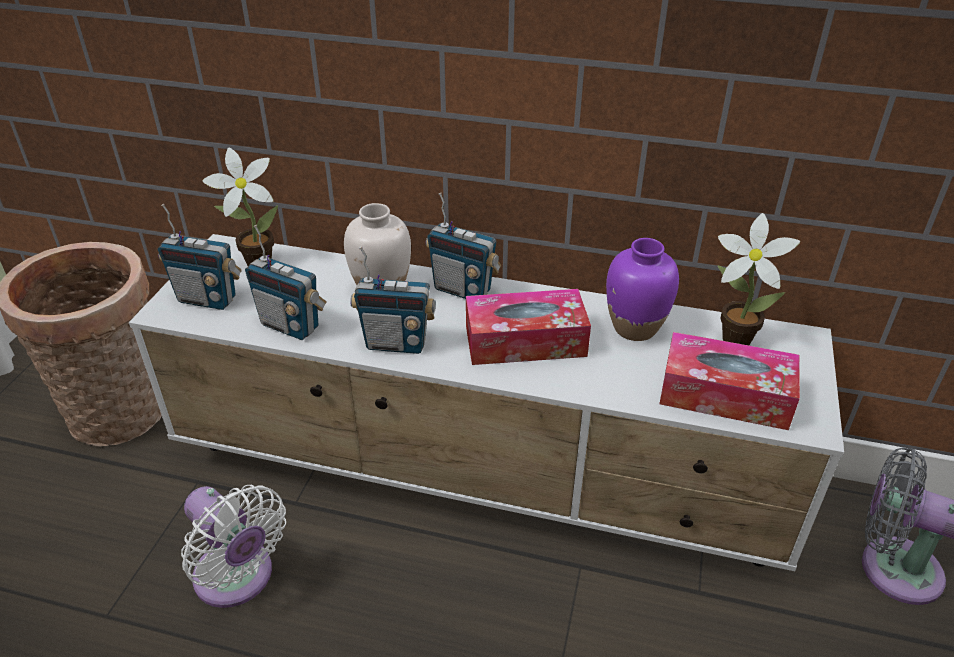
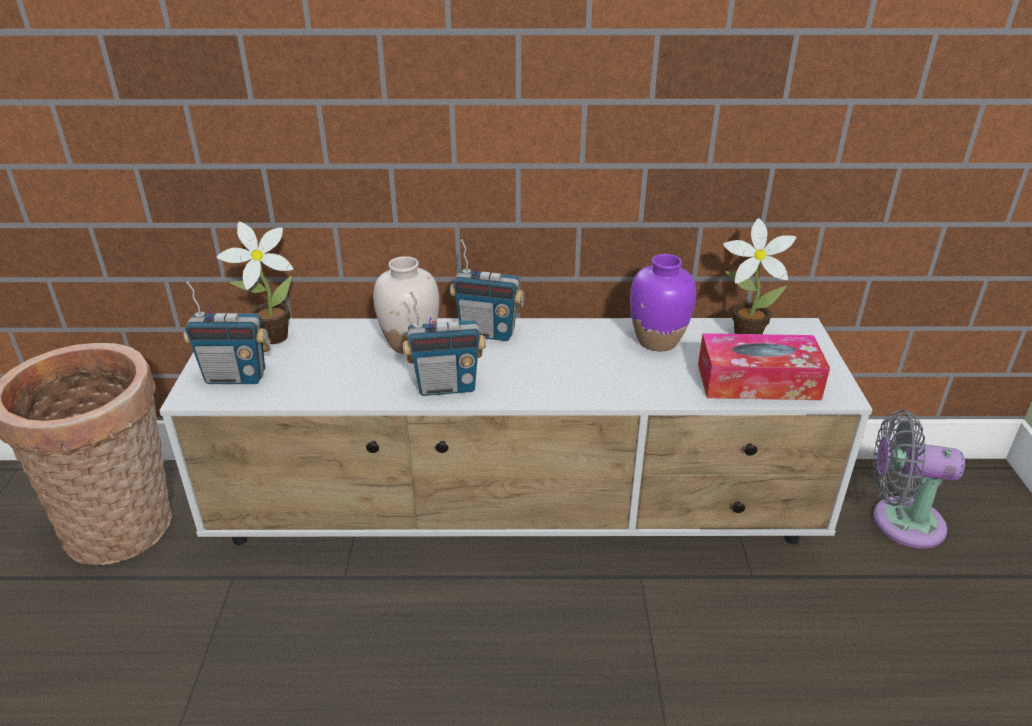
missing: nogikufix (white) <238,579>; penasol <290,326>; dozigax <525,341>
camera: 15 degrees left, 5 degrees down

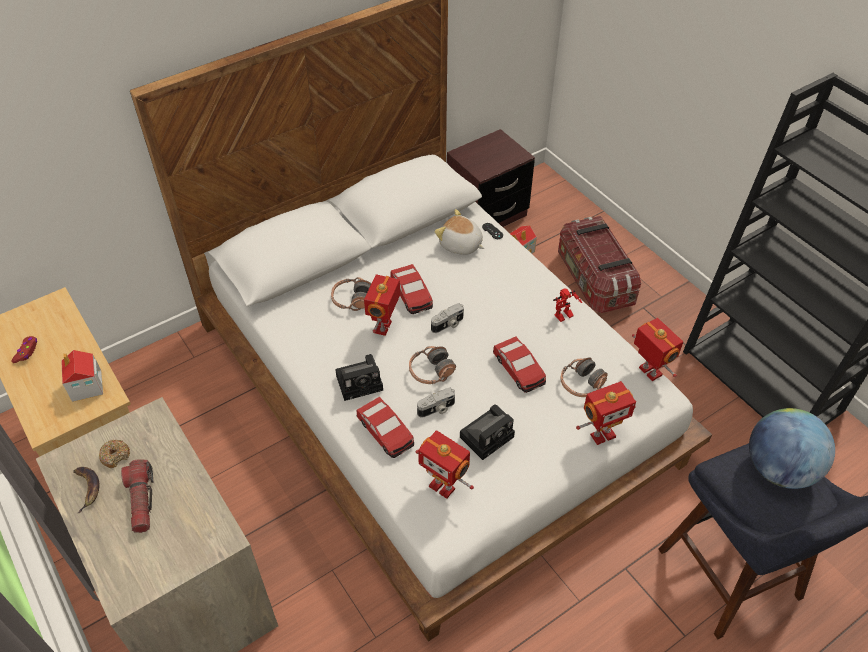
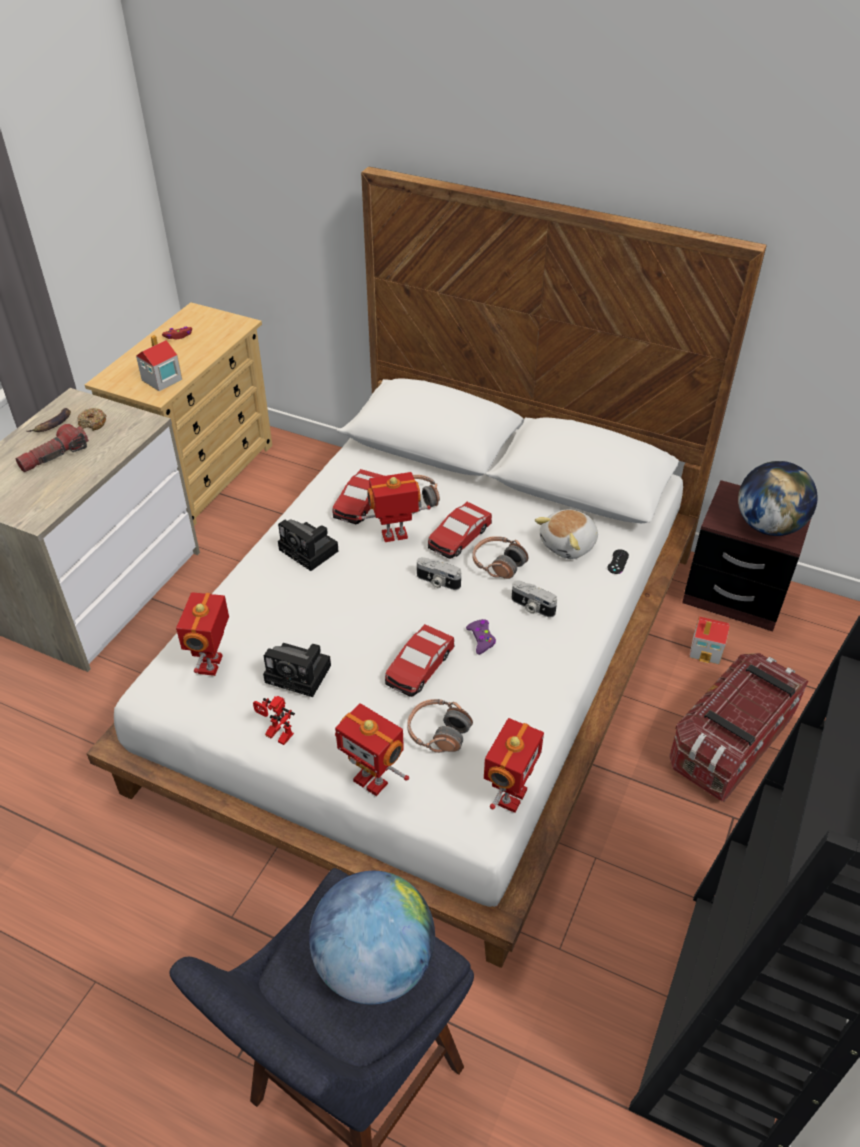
appeared: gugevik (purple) <481,639>; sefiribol <768,526>
relocated: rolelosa <385,432> to <360,503>; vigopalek <431,371> to <498,564>; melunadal <437,409> to <531,607>; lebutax <564,317> to <275,736>
spun: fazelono <460,245> = <569,545> 135 degrees counterclockwise
camera: 60 degrees right, 5 degrees down

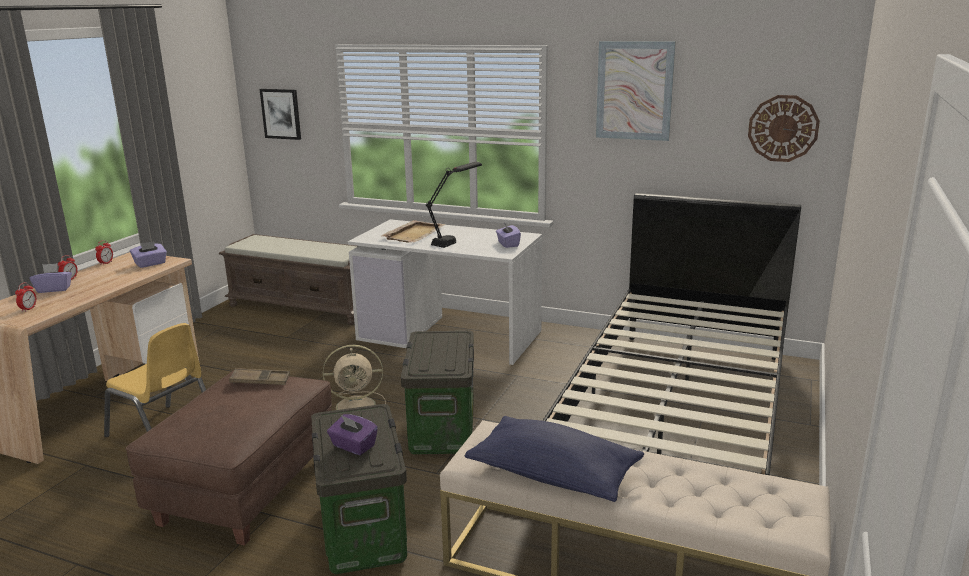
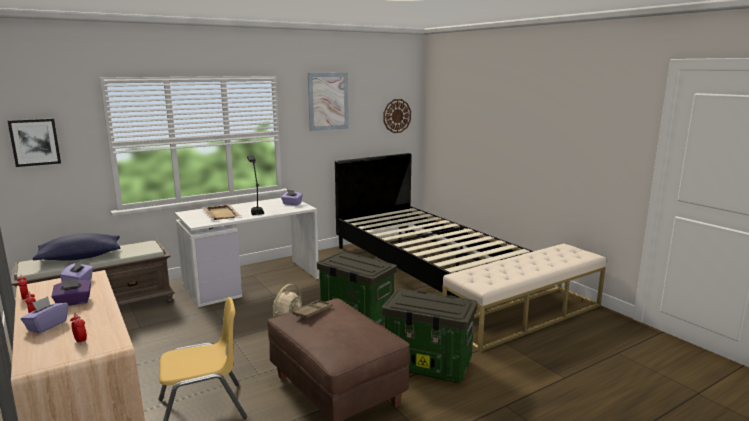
relocated: dozigax (purple) <353,446> to <73,302>; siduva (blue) <554,475> to <80,257>
camera: 55 degrees left, 5 degrees down

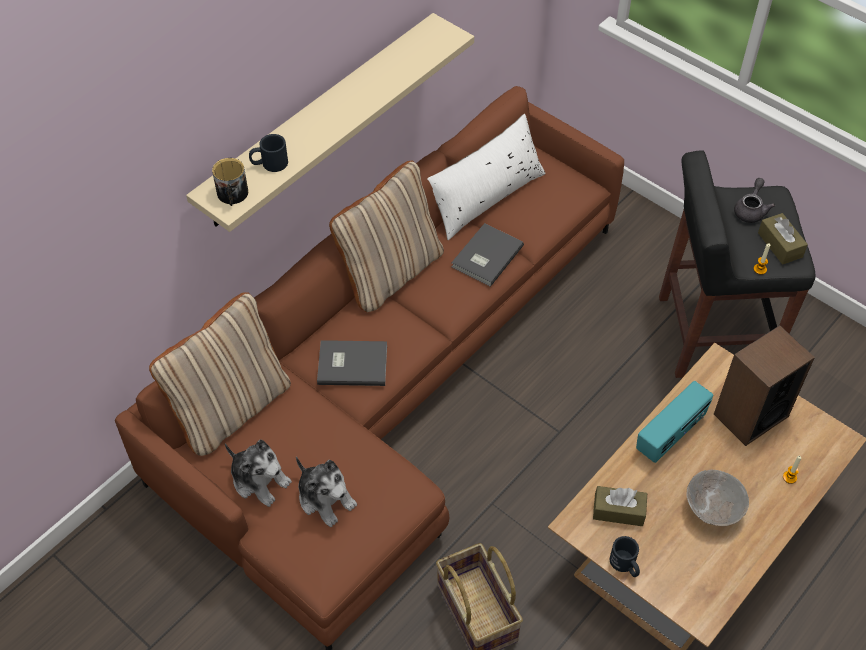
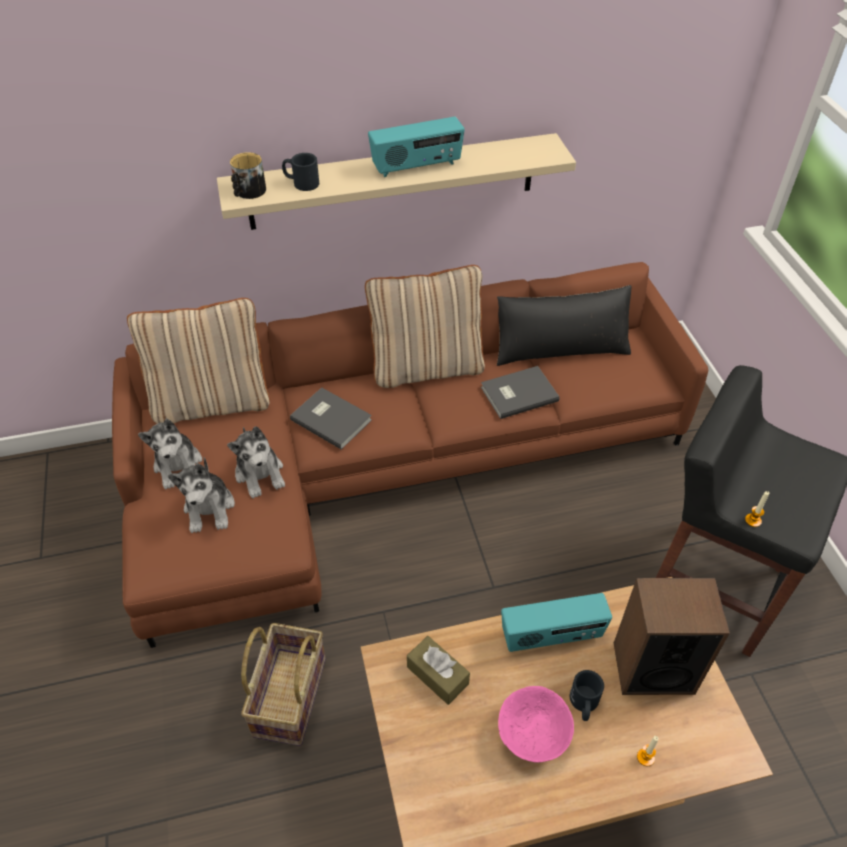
missing: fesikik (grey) <751,210>; dozigax (brown) <780,245>
appeared: fazelono <260,473>; penasol <417,167>
relocated: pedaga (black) <625,565> to <584,704>
colour: siduva (white) <485,197> to siduva (black) <560,348>; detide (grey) <712,510> to detide (pink) <532,736>
camera: 35 degrees right, 5 degrees down

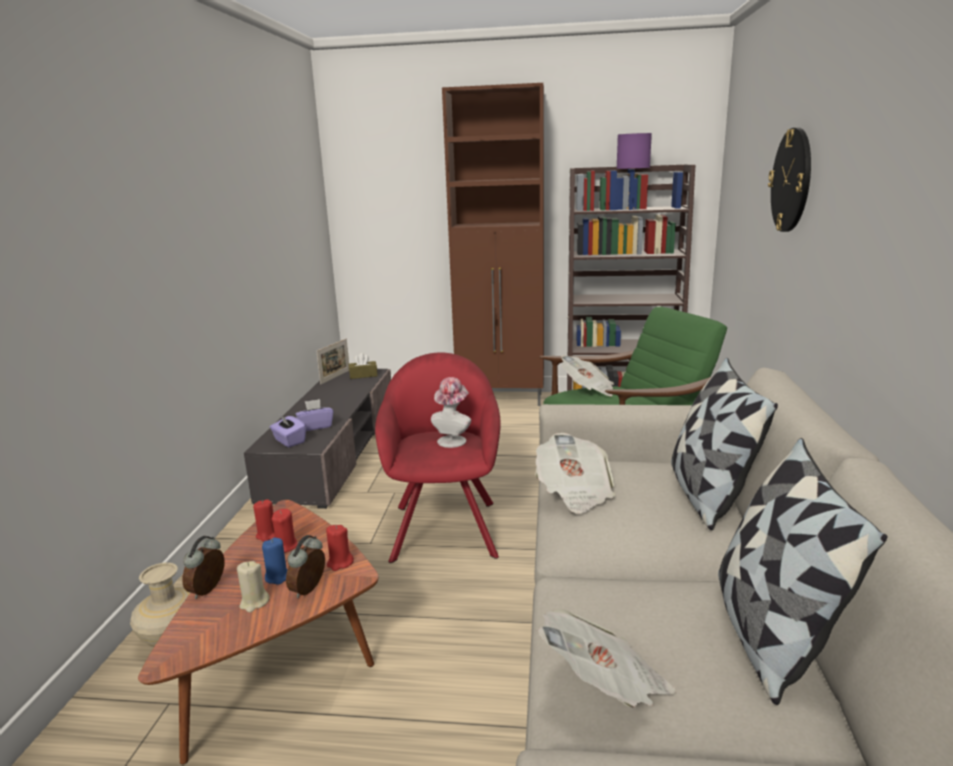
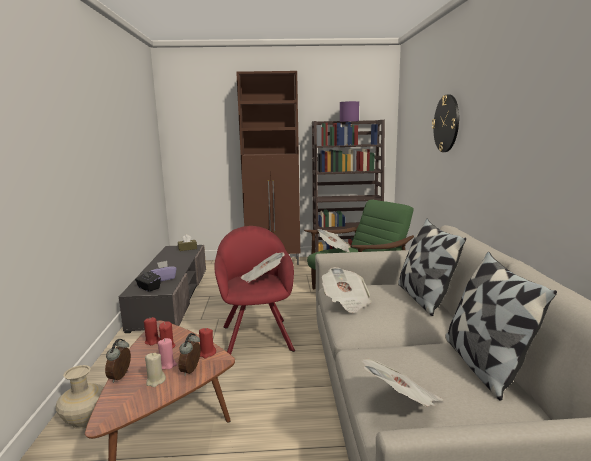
missing: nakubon <335,377>
exchanged: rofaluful <453,439> to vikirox <262,278>
colour: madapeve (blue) <278,577> to madapeve (pink) <167,365>; dozigax (purple) <289,441> to dozigax (black) <148,288>
camera: 10 degrees left, 5 degrees down

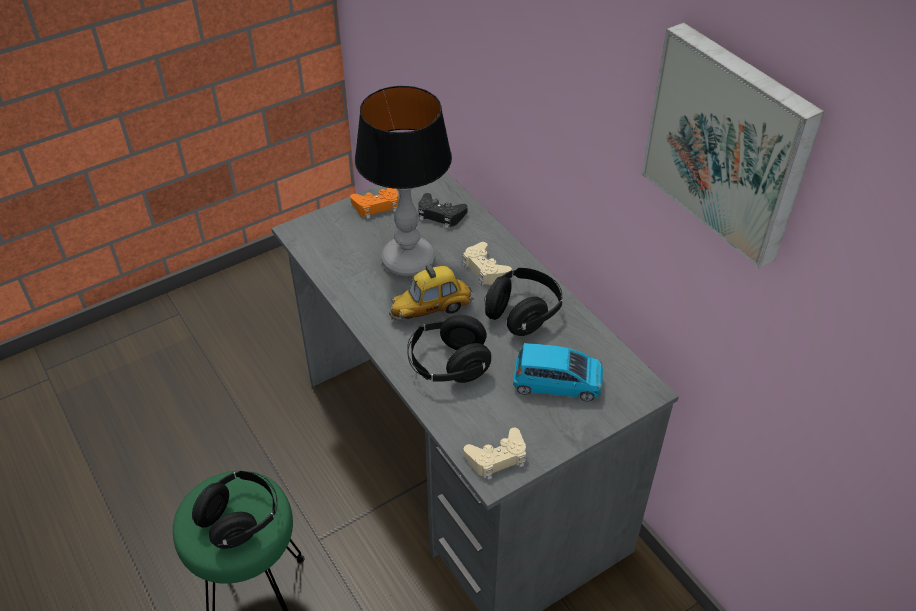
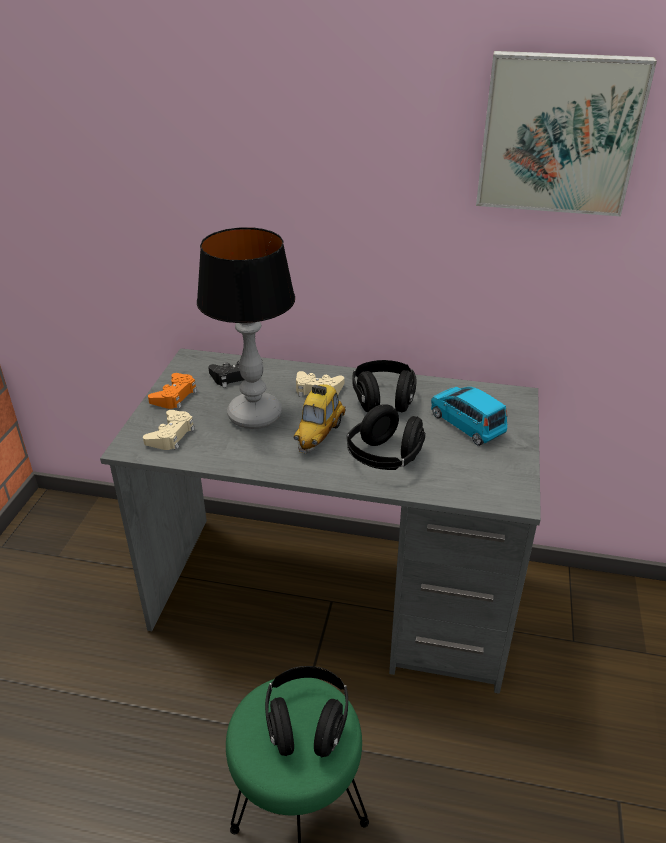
relocated: gugevik (beige) <497,458> to <171,435>
spun: rolelosa (blue) <557,383> = <466,424> 90 degrees counterclockwise
camera: 45 degrees left, 10 degrees down

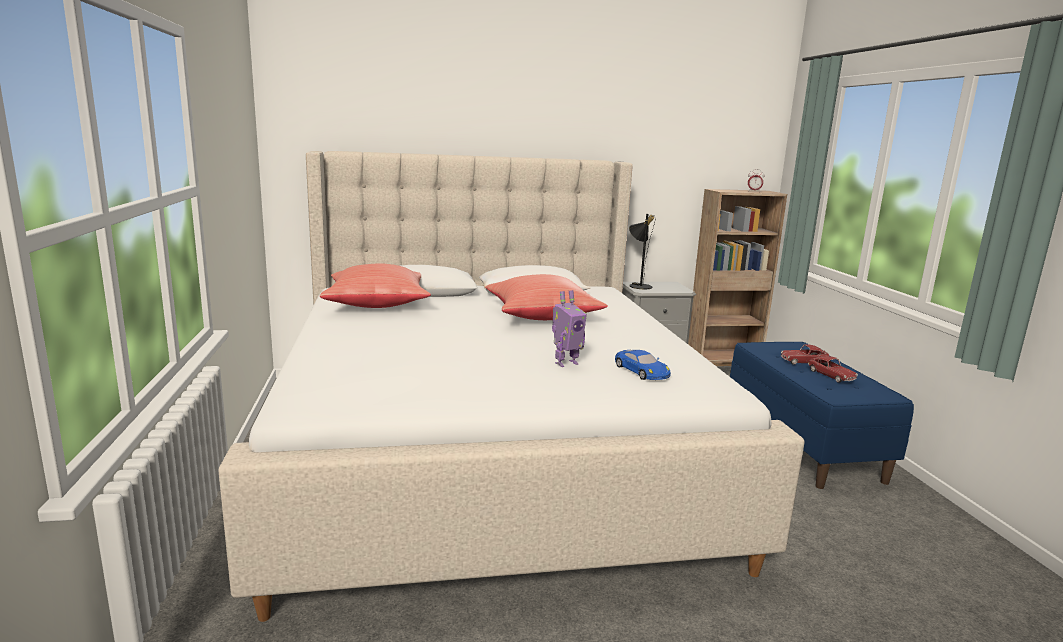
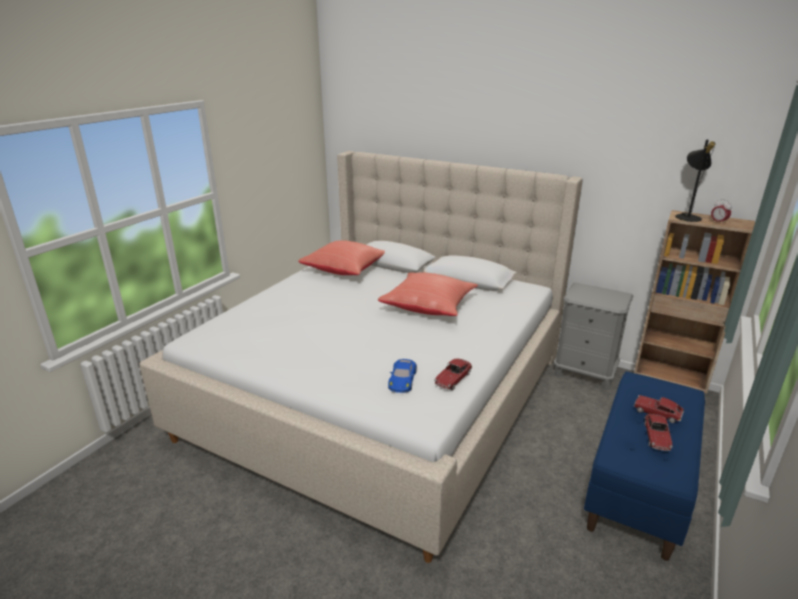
missing: lebutax <565,363>
appeared: rolelosa <453,379>
relocated: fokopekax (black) <638,285> to <687,216>
camera: 40 degrees right, 10 degrees up

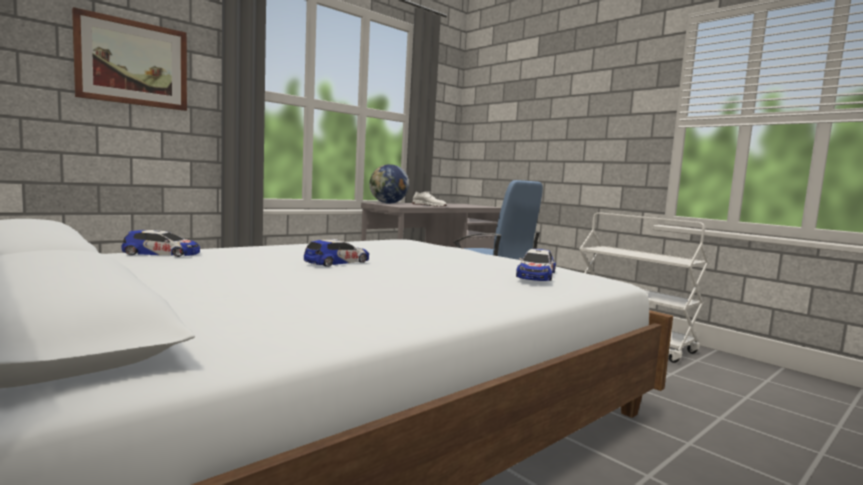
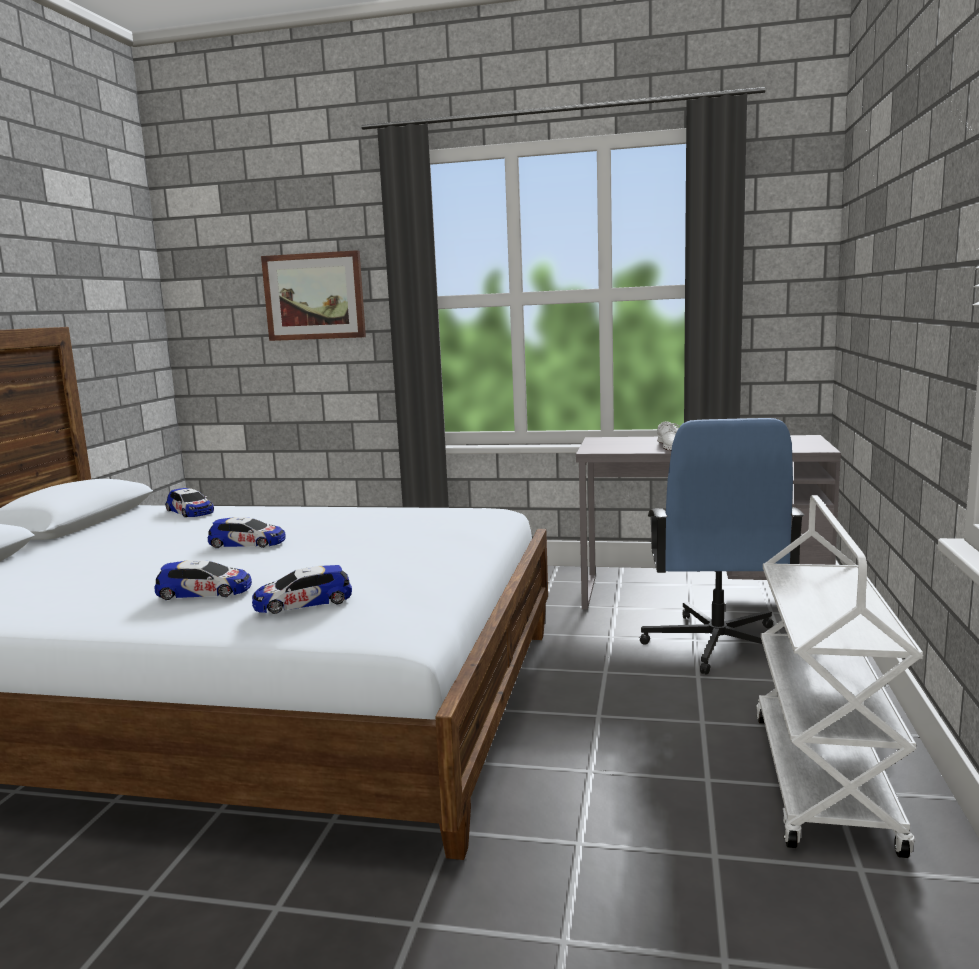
missing: sefiribol <388,203>
appeared: rolelosa <204,591>
camera: 55 degrees right, 5 degrees up

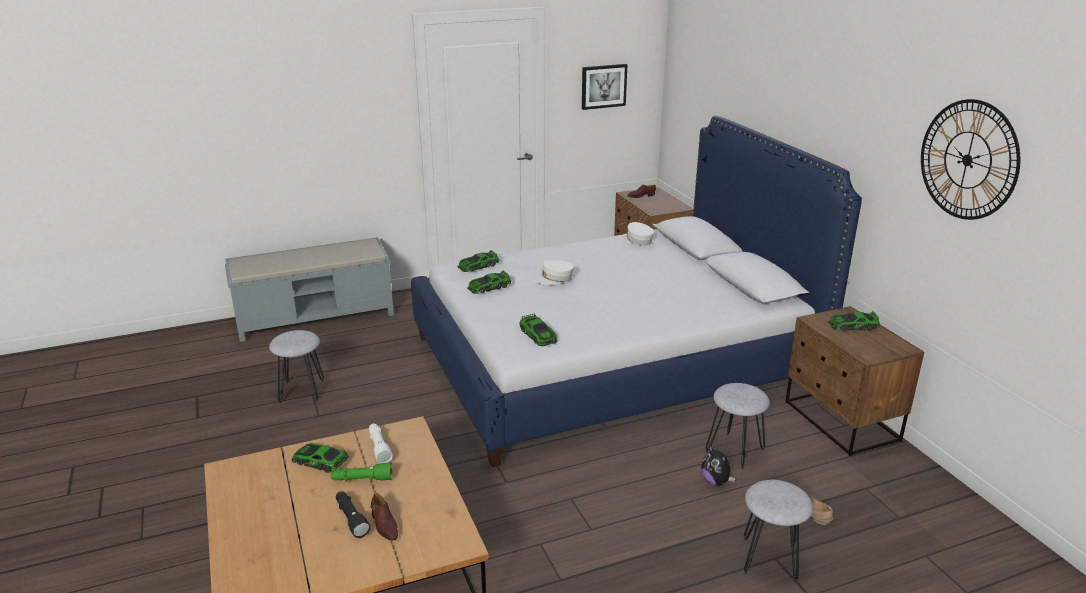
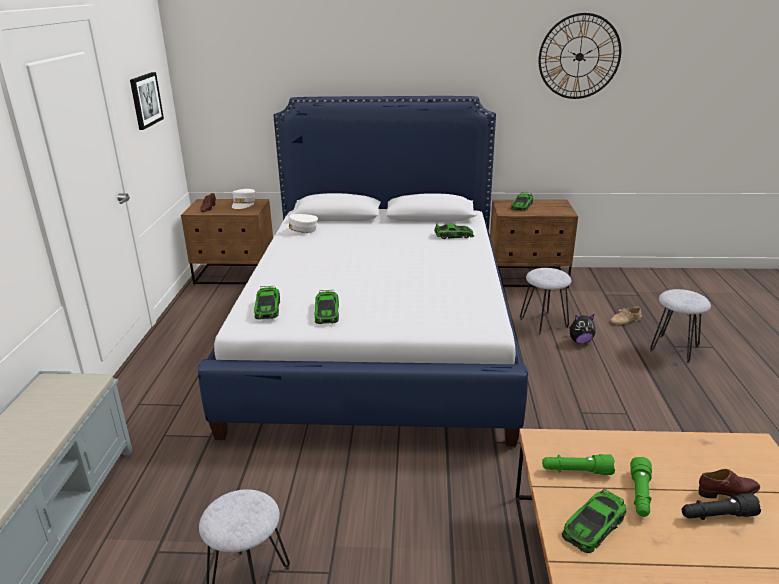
relocated: rolelosa <538,335> to <454,235>; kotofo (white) <554,279> to <243,204>
colour: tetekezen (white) <379,448> to tetekezen (green) <576,471>
camera: 65 degrees left, 0 degrees up

